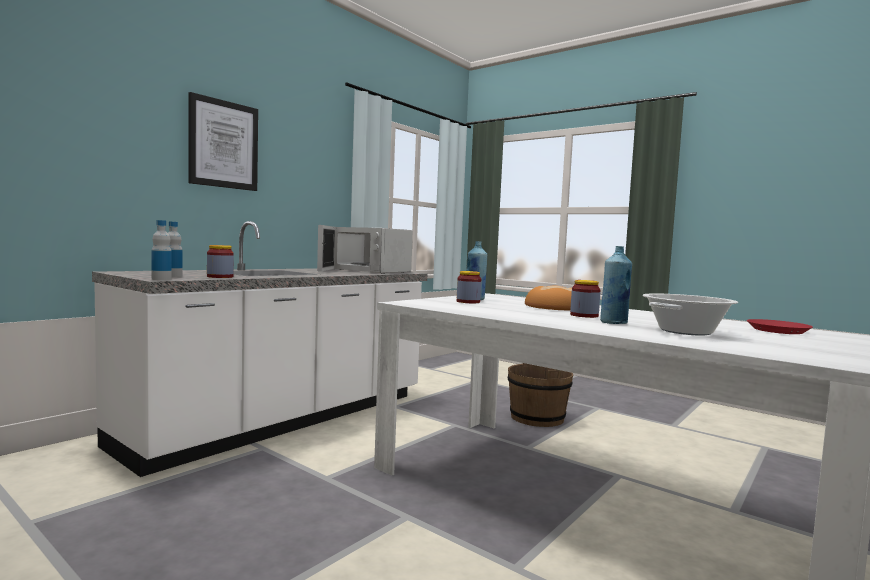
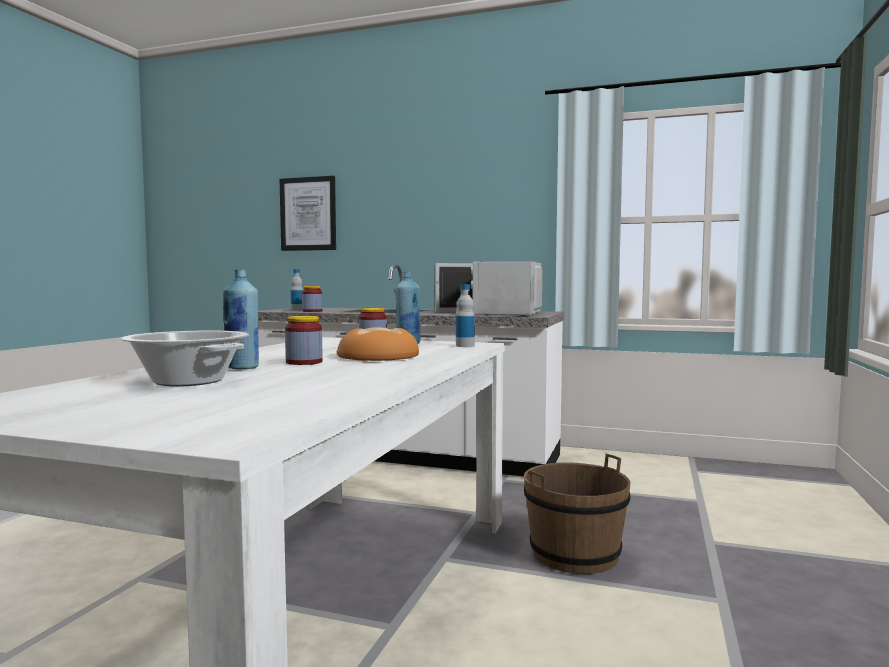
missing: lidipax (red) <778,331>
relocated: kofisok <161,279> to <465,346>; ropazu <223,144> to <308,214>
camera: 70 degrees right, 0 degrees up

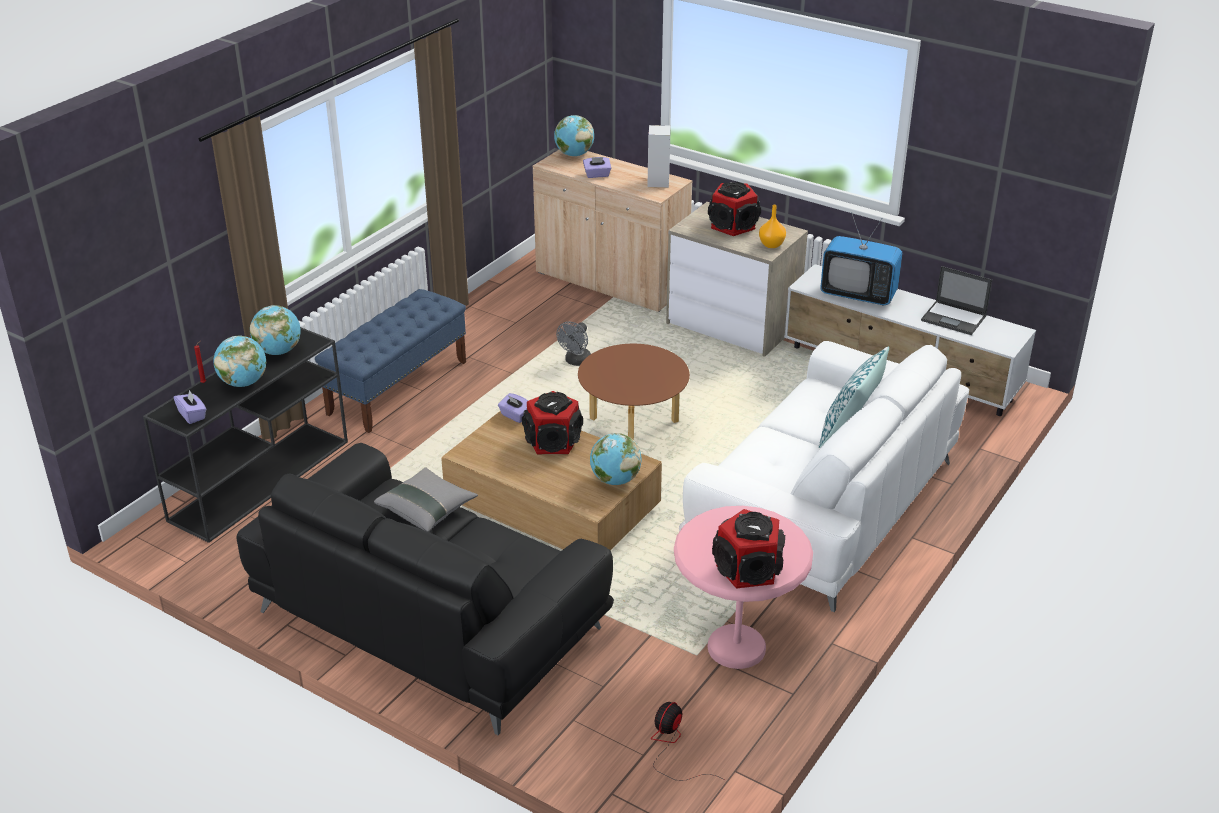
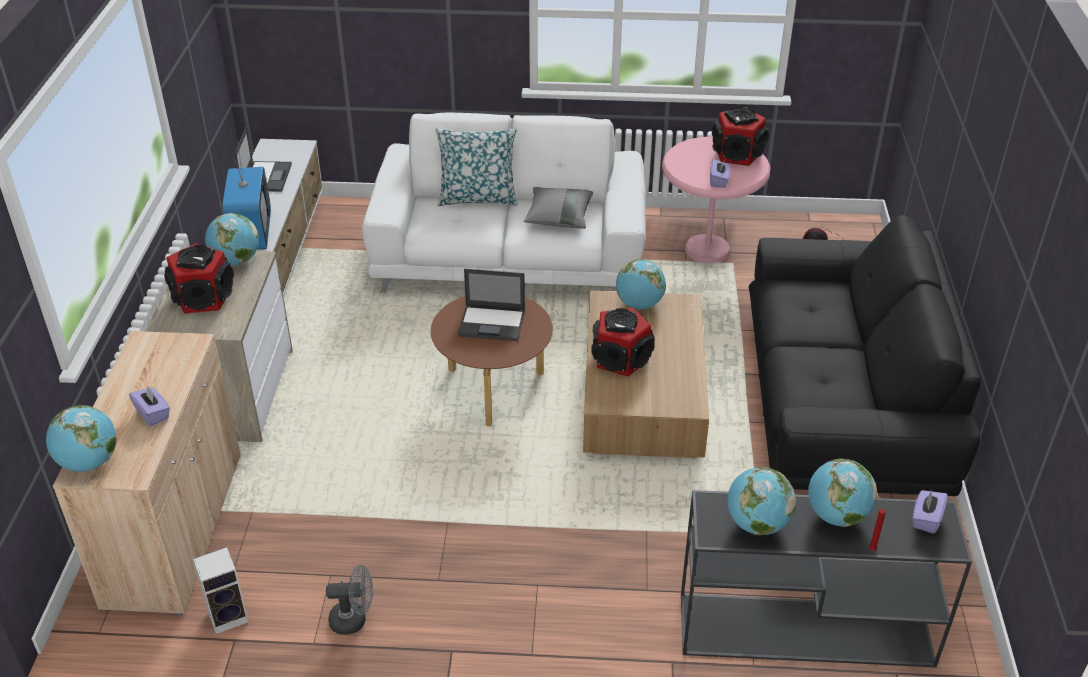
missing: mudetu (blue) <398,387>
appeared: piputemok <492,323>
relocated: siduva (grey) <427,511> to <558,218>; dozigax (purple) <515,416> to <719,181>; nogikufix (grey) <576,362> to <354,620>; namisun <659,182> to <229,615>
exchanged: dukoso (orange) <771,244> to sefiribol <236,261>
camera: 120 degrees left, 5 degrees up

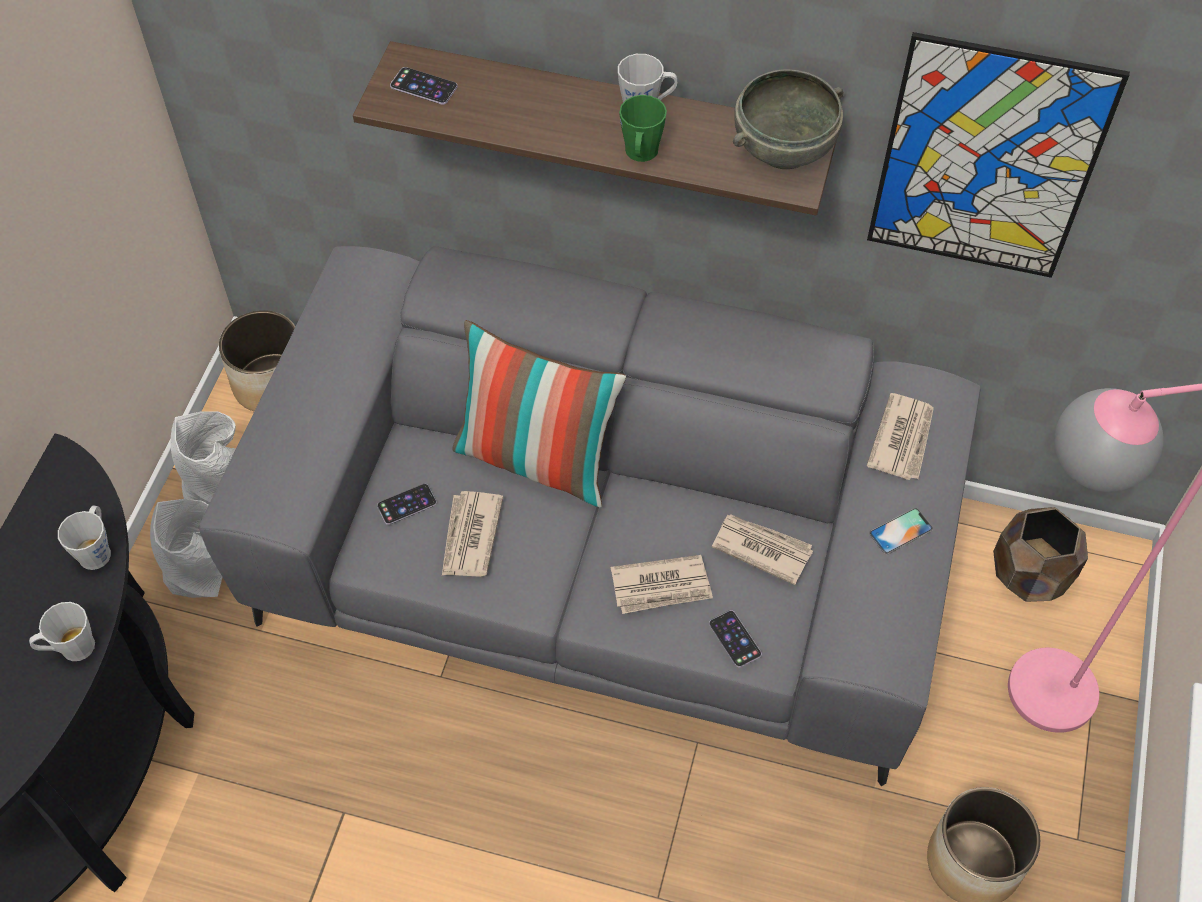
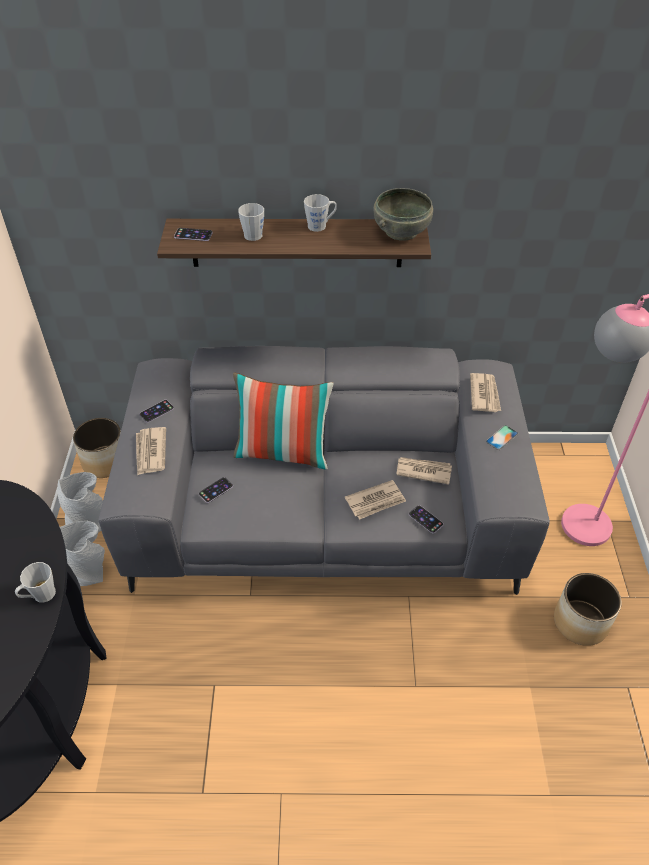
missing: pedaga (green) <640,154>; ropazu <987,161>; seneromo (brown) <1031,575>
appeared: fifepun <156,411>
relocated: pedaga (grey) <97,549> to <253,233>; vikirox <470,537> to <150,452>
camera: 15 degrees left, 10 degrees down

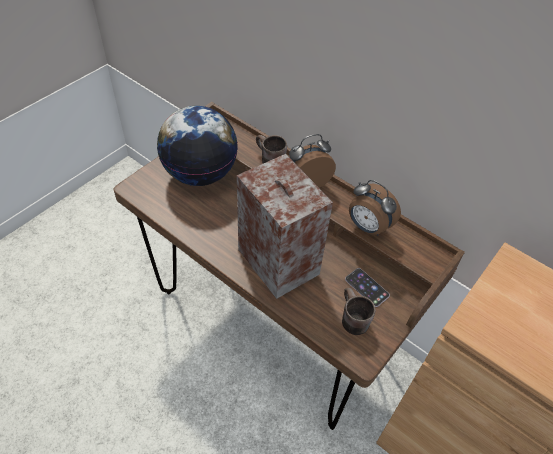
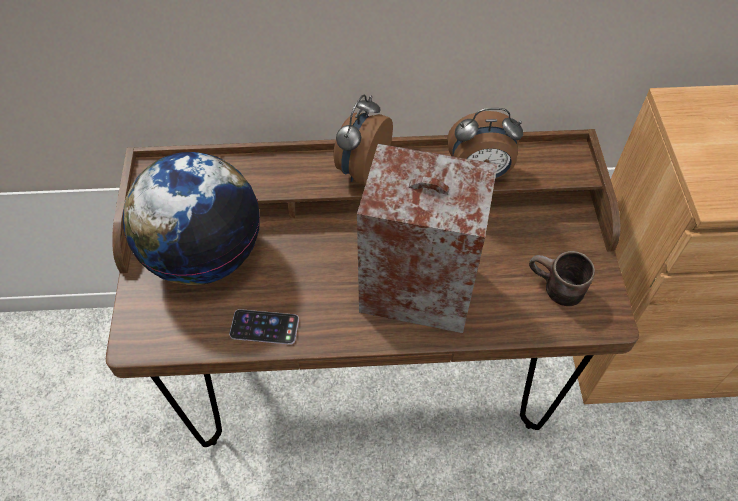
missing: pedaga (brown) <268,160>
relocated: fifepun <367,287> to <264,327>
camera: 40 degrees left, 5 degrees up

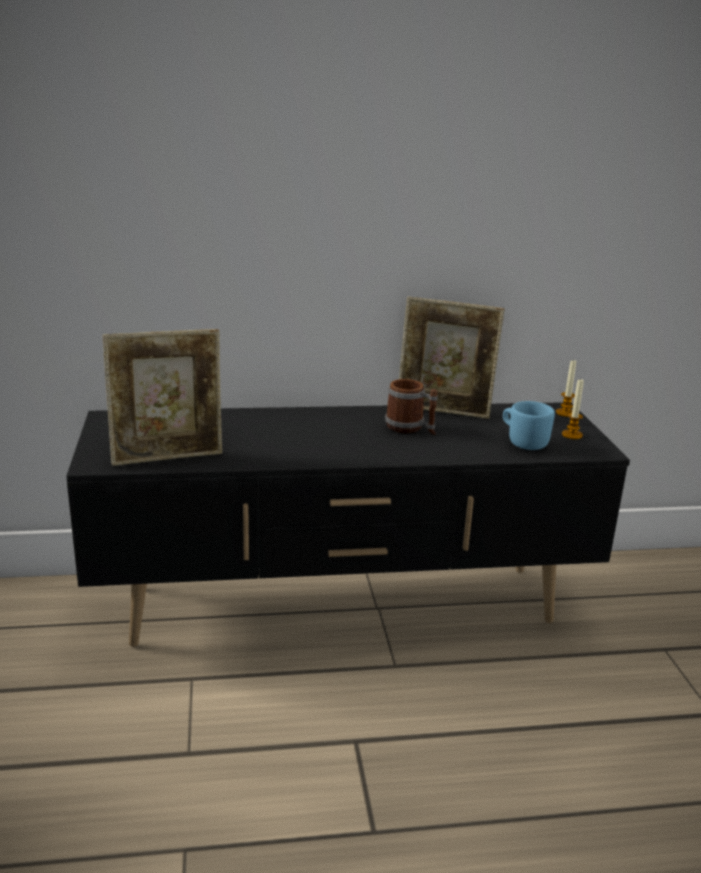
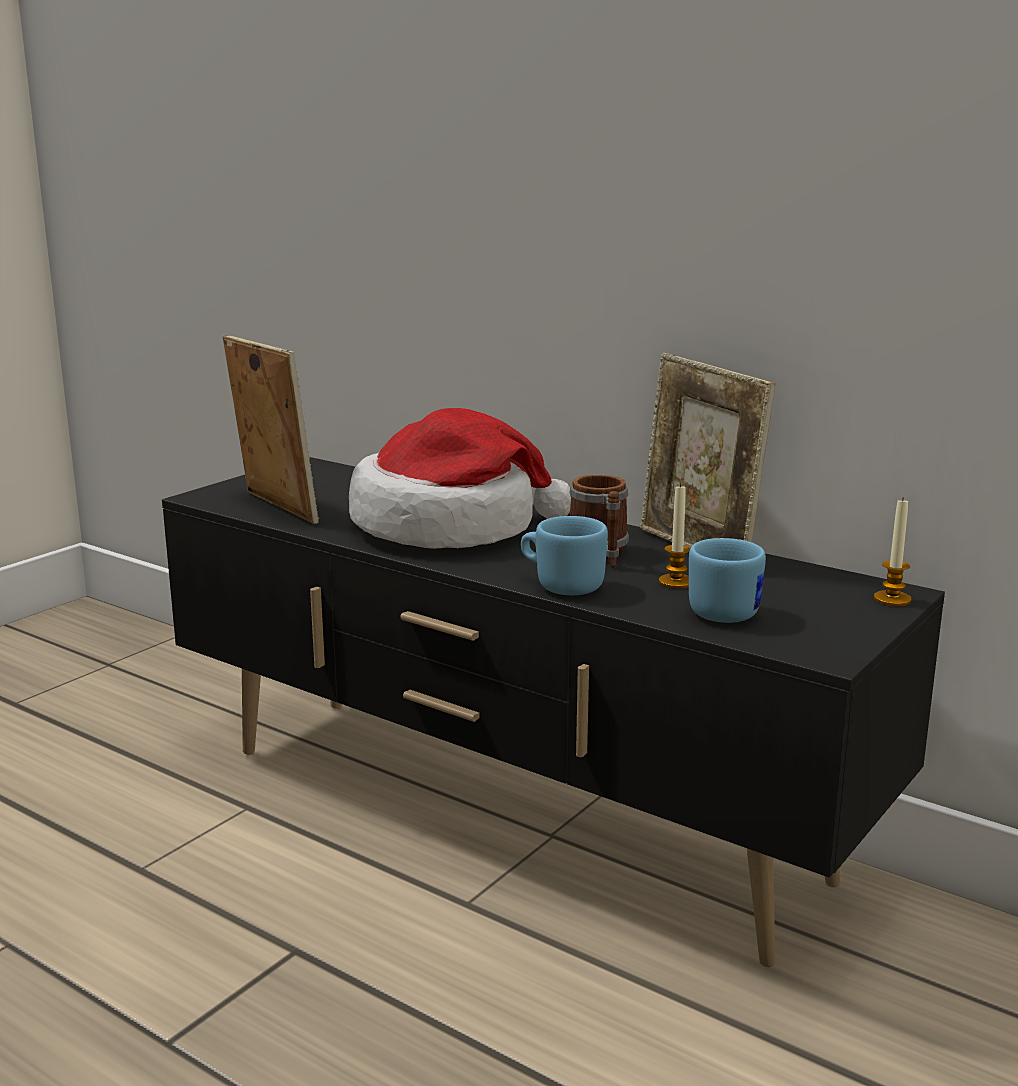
appeared: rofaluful <449,526>; pedaga (blue) <561,585>
relocated: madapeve <572,435> to <676,582>
spun: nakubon <168,457> = <275,508> 150 degrees counterclockwise
camera: 45 degrees right, 5 degrees down

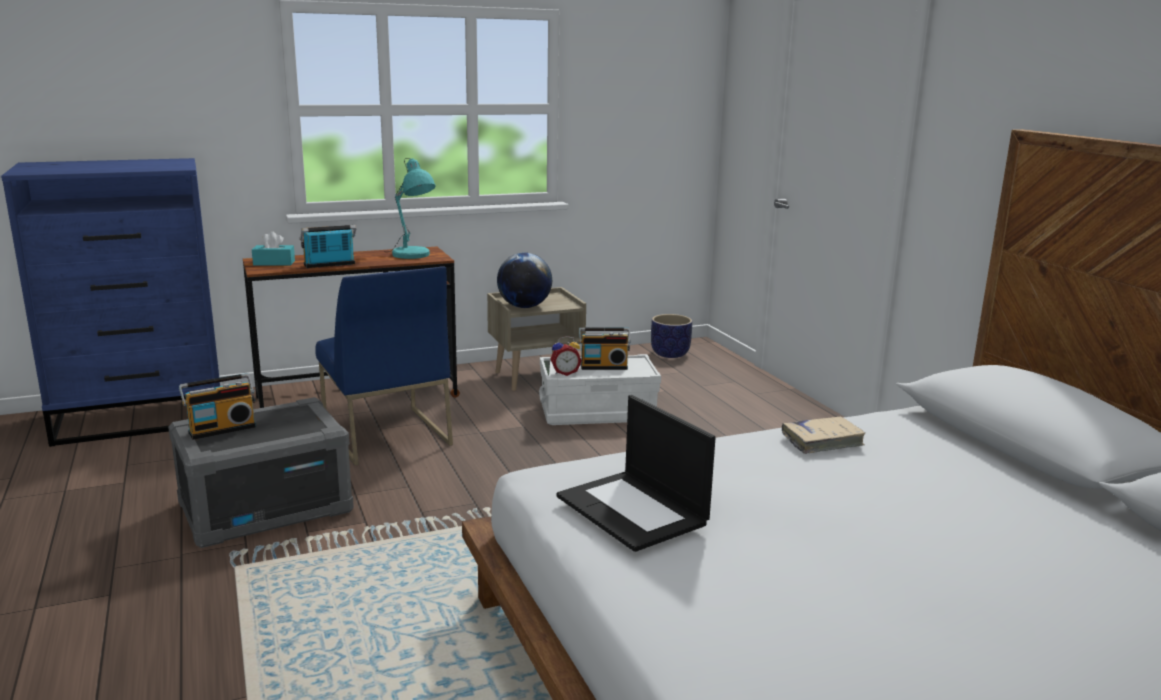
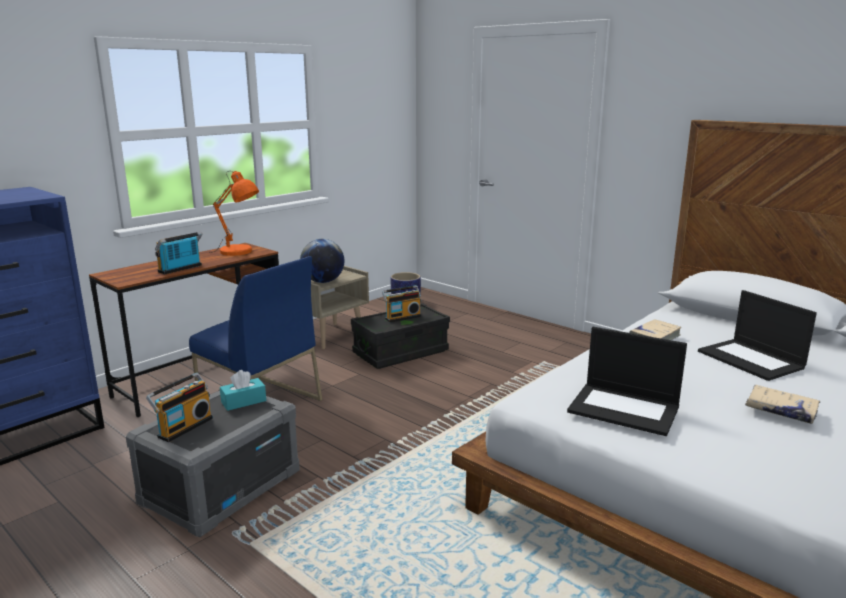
missing: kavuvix <565,373>
appeared: piputemok <752,360>; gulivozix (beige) <781,410>
relocated: dozigax (turquoise) <274,263> to <243,401>
colour: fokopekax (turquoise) <413,256> to fokopekax (orange) <239,252>; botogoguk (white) <597,412> to botogoguk (black) <400,352>
camera: 25 degrees left, 0 degrees up

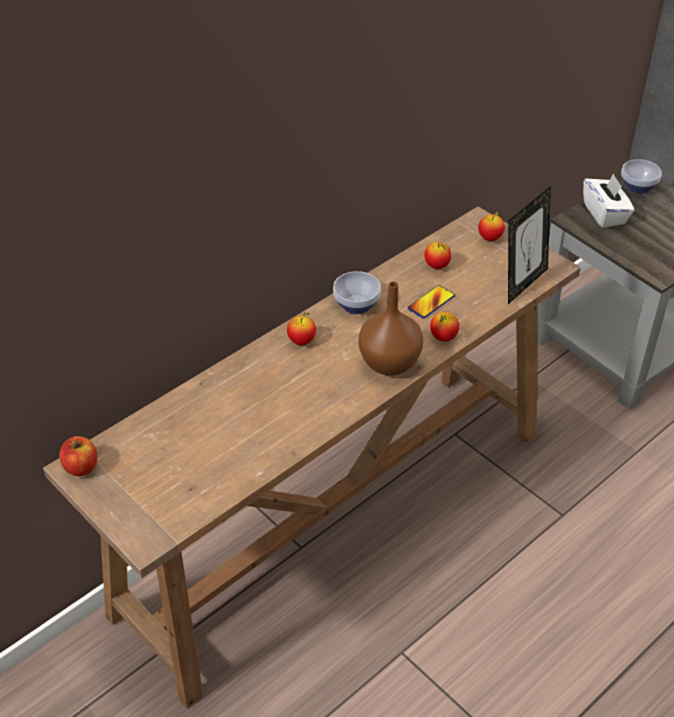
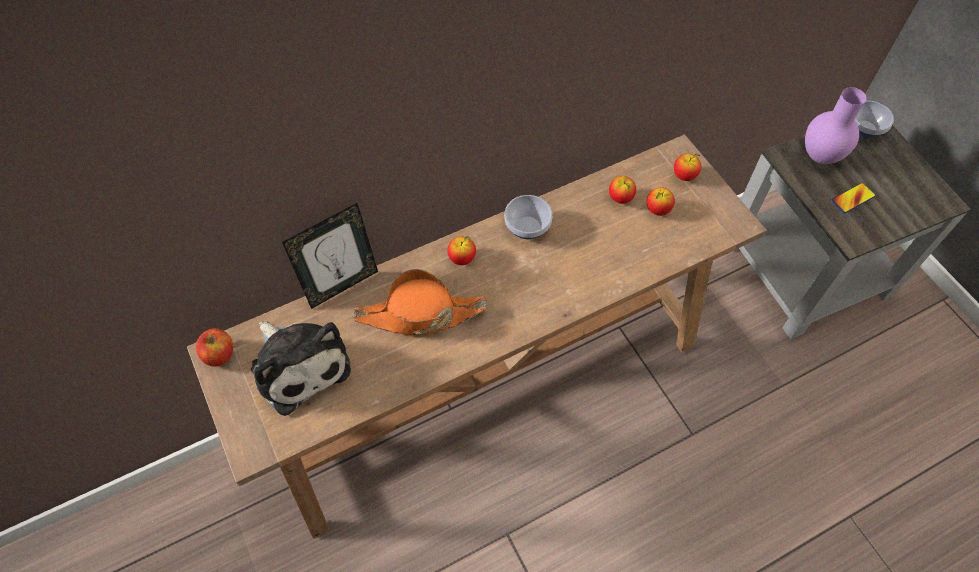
missing: dukoso (brown) <390,362>
appeared: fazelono <299,364>; rofaluful (orange) <420,314>
relocated: fifepun <431,302> to <852,198>; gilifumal <443,337> to <657,210>; nakubon <523,283> to <342,285>
exchanged: dozigax (white) <605,214> to dukoso (purple) <819,156>
camera: 15 degrees right, 15 degrees up

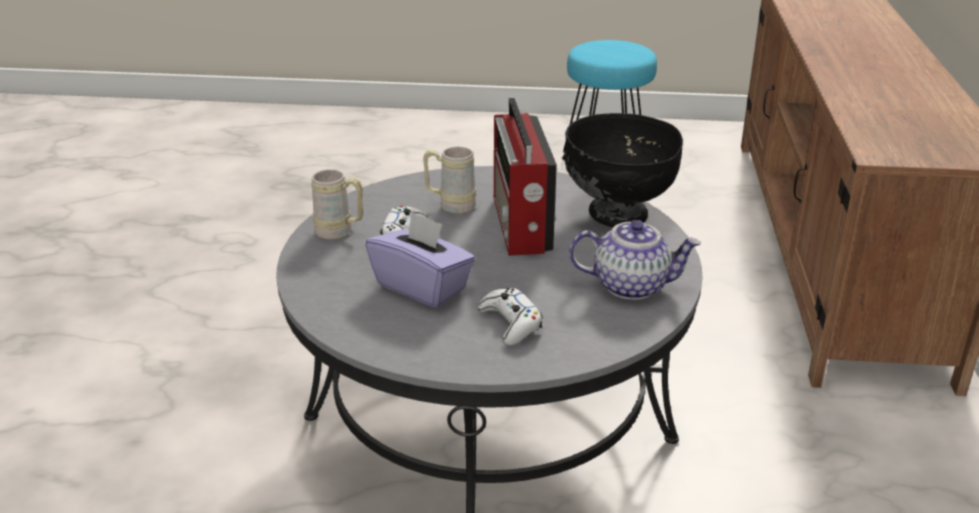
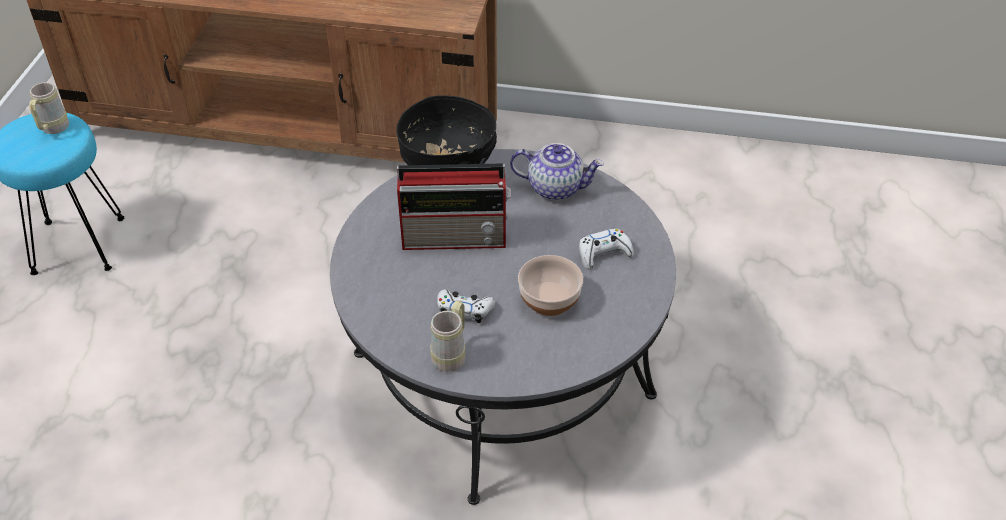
relocated: pedaga (beige) <450,205> to <52,130>
exchanged: dozigax (purple) <422,286> to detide <549,300>
spun: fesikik <631,285> = <556,187> 90 degrees clockwise
camera: 85 degrees left, 15 degrees up

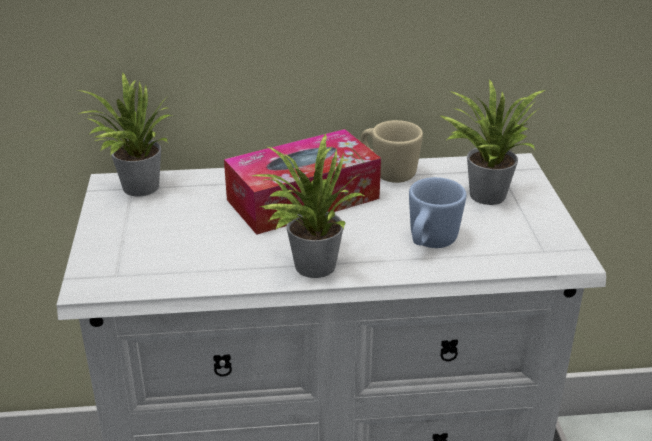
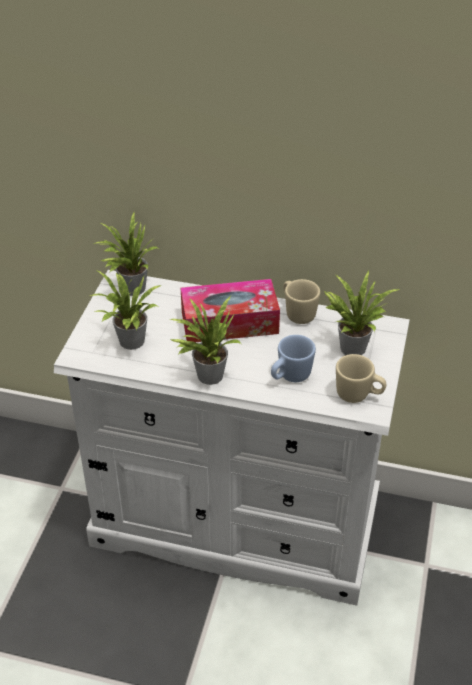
appeared: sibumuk <129,343>; pedaga (beige) <358,395>
camera: 20 degrees right, 10 degrees up

